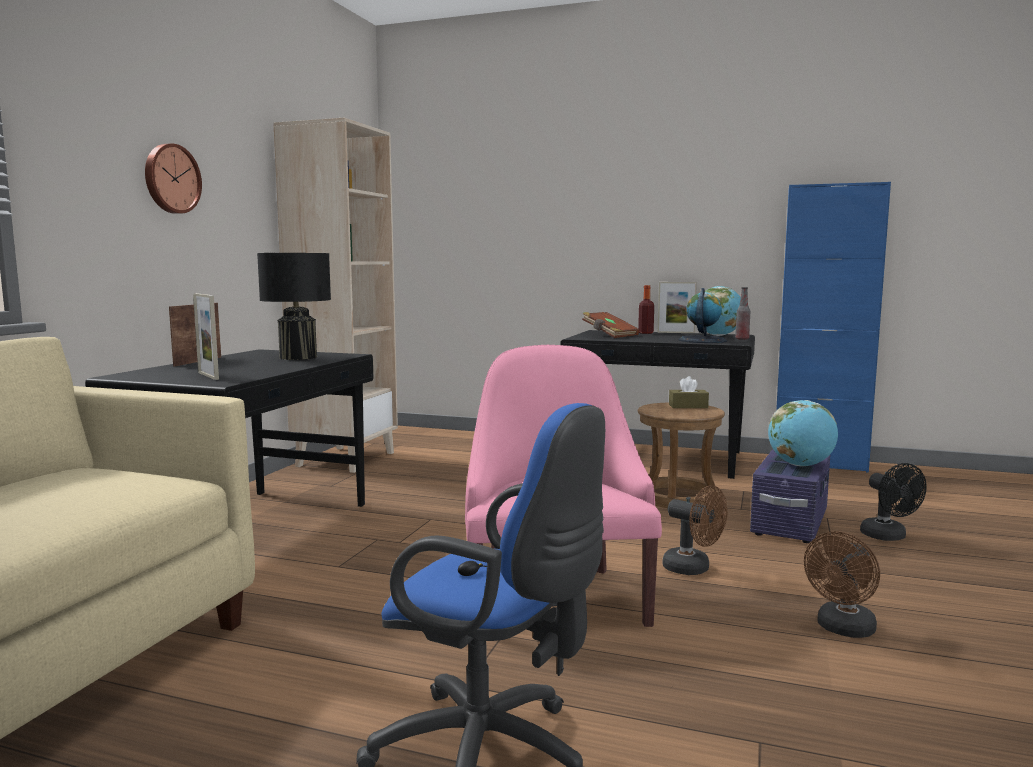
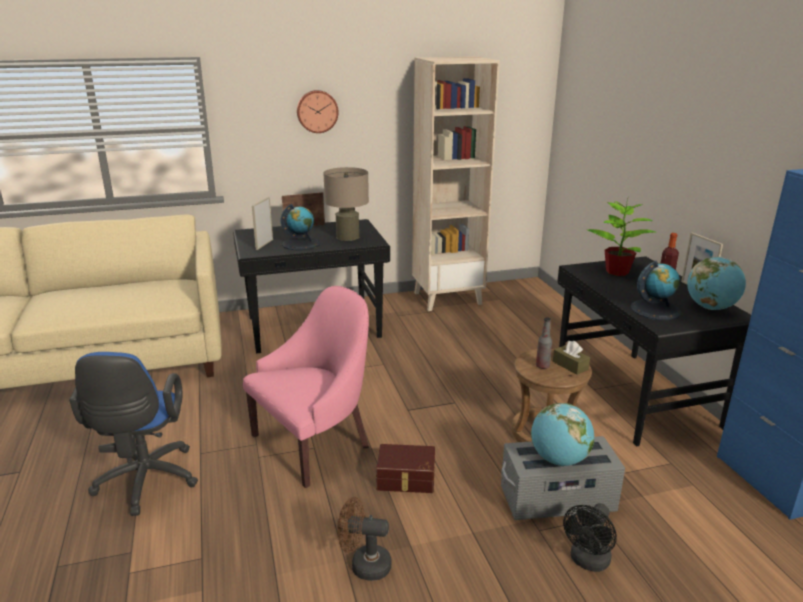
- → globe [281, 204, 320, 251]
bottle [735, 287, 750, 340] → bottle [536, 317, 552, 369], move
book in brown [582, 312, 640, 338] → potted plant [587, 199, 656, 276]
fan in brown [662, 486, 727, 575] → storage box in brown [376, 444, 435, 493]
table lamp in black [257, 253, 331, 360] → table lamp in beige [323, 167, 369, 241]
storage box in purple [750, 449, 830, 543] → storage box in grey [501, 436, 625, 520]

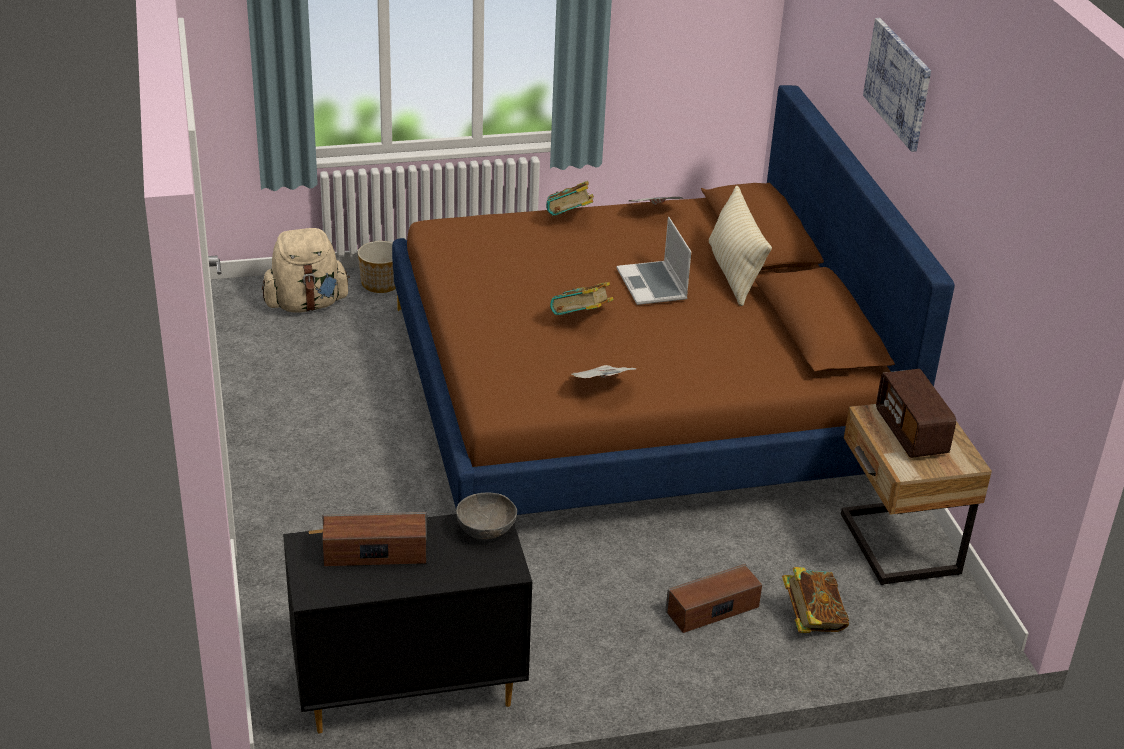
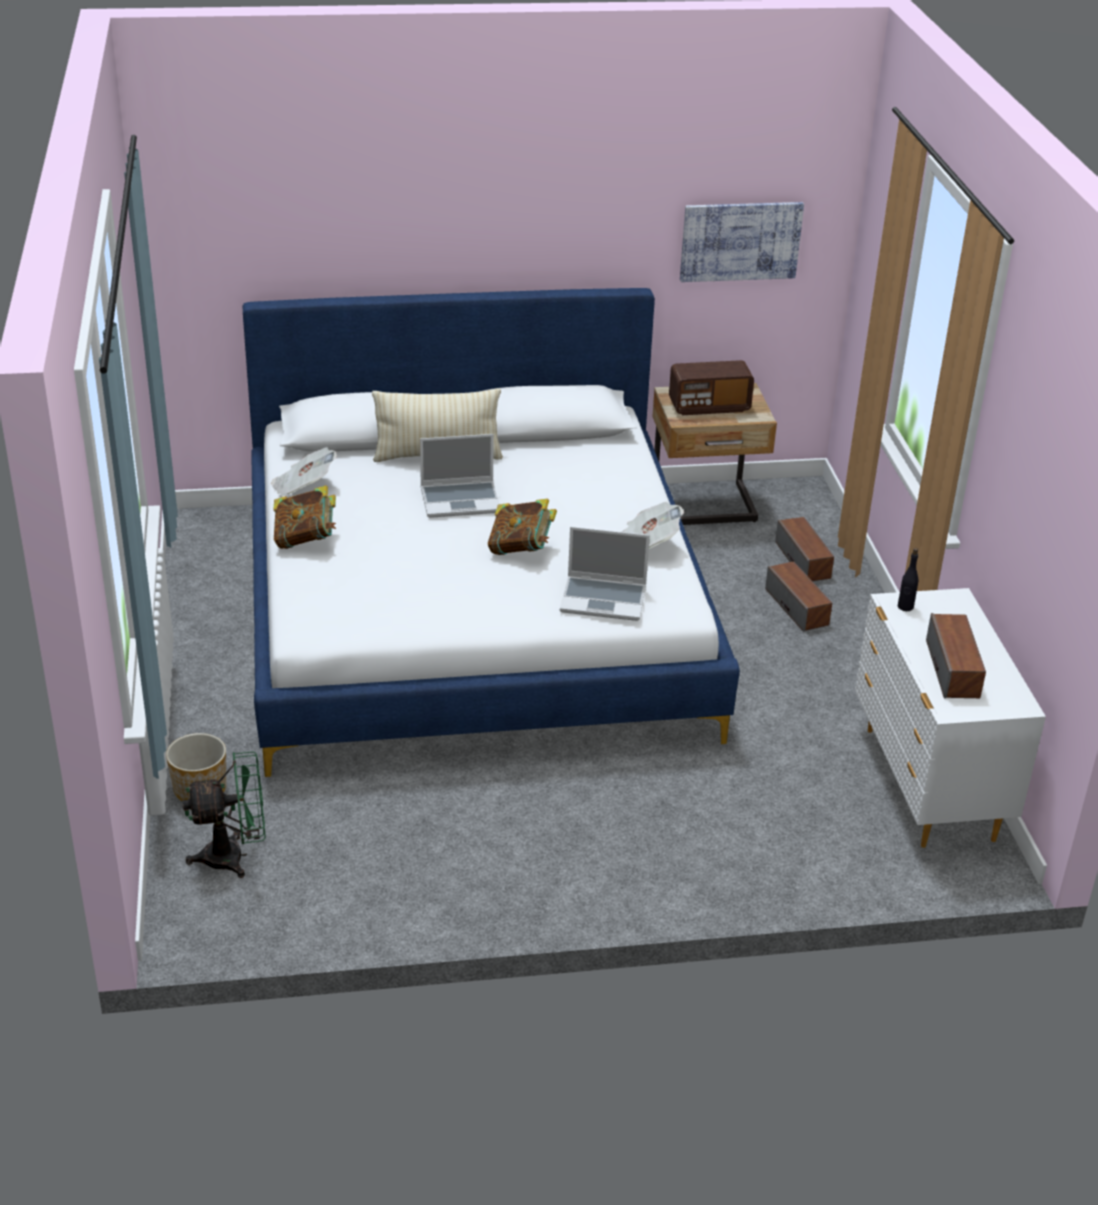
- → laptop [560, 527, 650, 621]
picture [863, 18, 931, 152] → picture [680, 202, 804, 282], move
backpack in beige [262, 228, 350, 313] → fan in green [182, 751, 266, 878]
bowl in grey [456, 493, 517, 539] → bottle in black [898, 548, 919, 611]
book [782, 567, 849, 633] → speaker [775, 517, 834, 581]
dresser in black [283, 514, 532, 733] → dresser in white [855, 588, 1046, 848]
bed in brown [392, 85, 955, 515] → bed in white [242, 288, 740, 777]

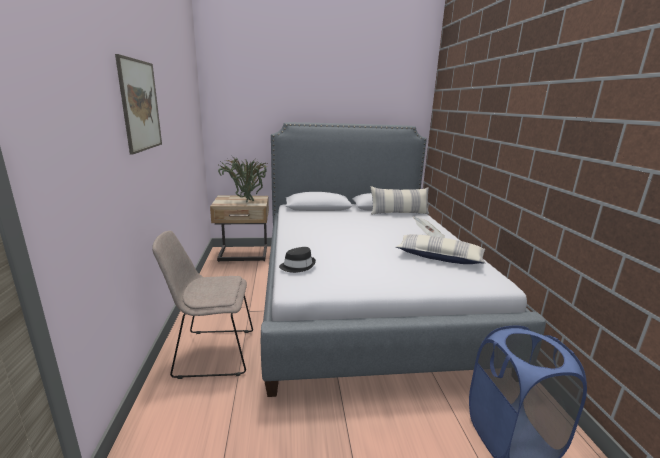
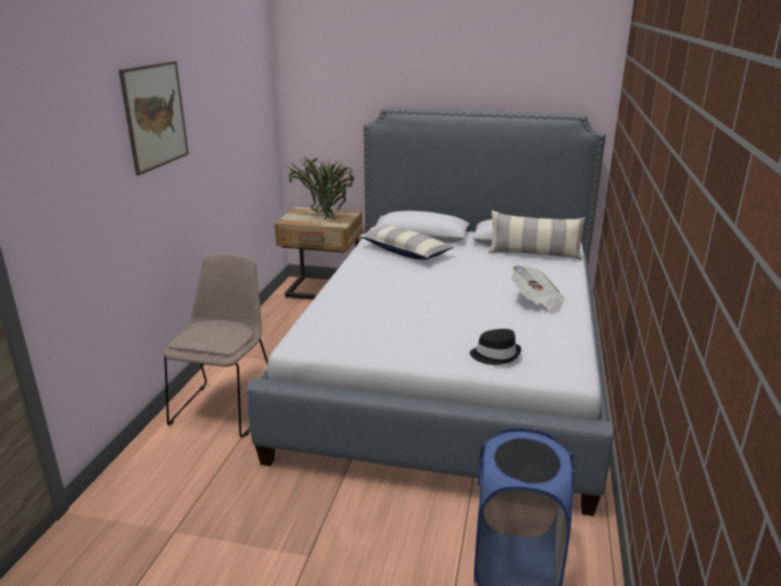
hat in black [279, 247, 316, 273] → hat in black [470, 329, 521, 365], move
pillow [396, 234, 485, 264] → pillow [359, 226, 454, 260], move
chair in beige [152, 231, 253, 379] → chair in beige [163, 254, 268, 437], 90 degrees clockwise

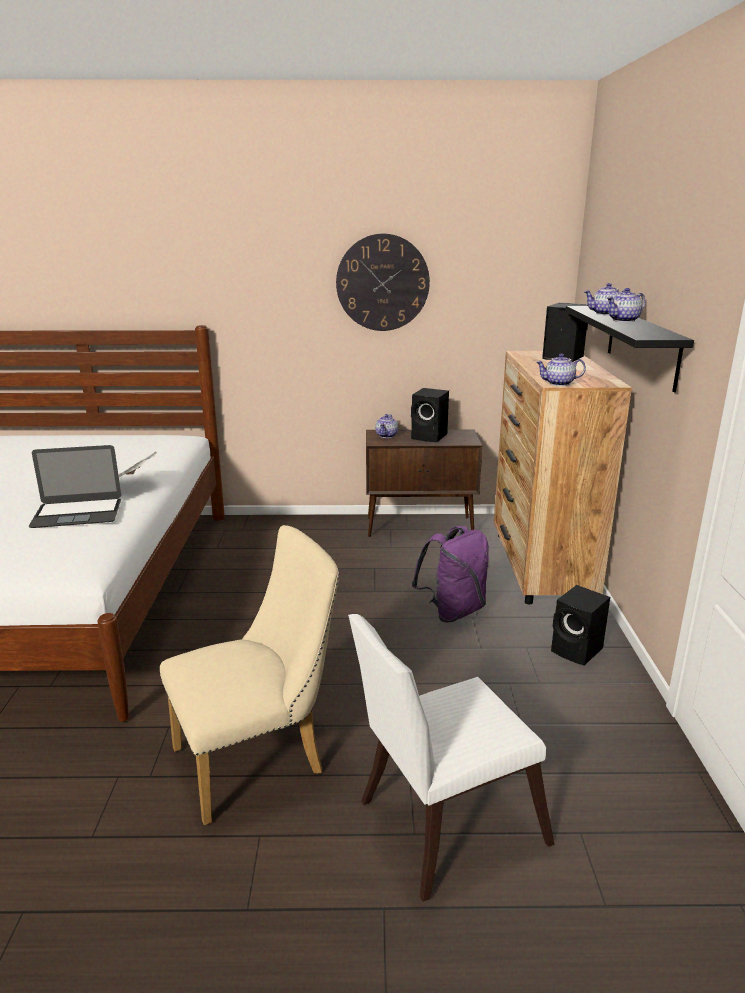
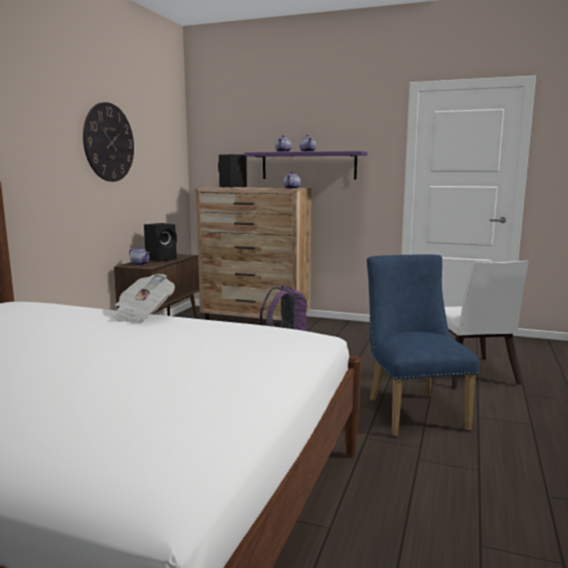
laptop [29, 445, 121, 528] → -
speaker in black [551, 585, 610, 666] → -
chair in beige [160, 525, 339, 825] → chair in blue [367, 254, 480, 437]
shelf in black [565, 306, 694, 392] → shelf in purple [244, 151, 367, 180]

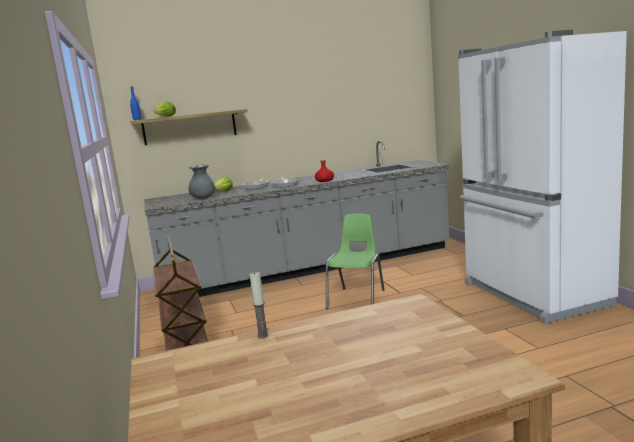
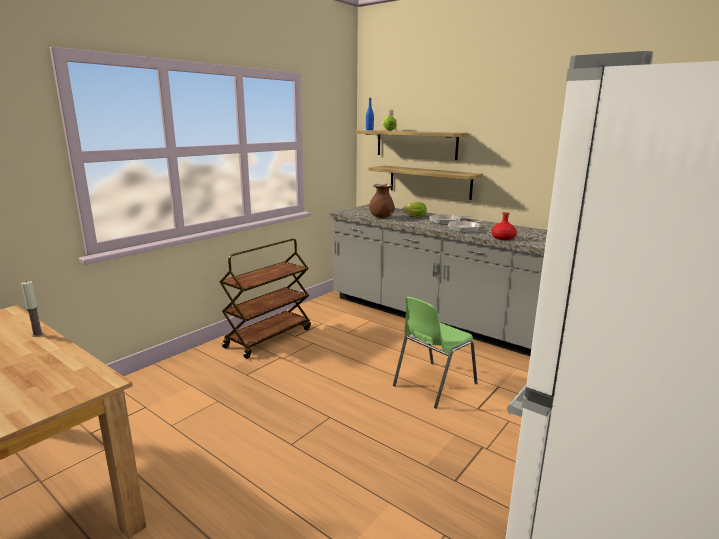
- → shelf [368, 166, 483, 200]
vase in grey [188, 165, 215, 199] → vase in brown [369, 184, 395, 218]
chair in green [326, 214, 385, 309] → chair in green [393, 297, 478, 409], 150 degrees clockwise

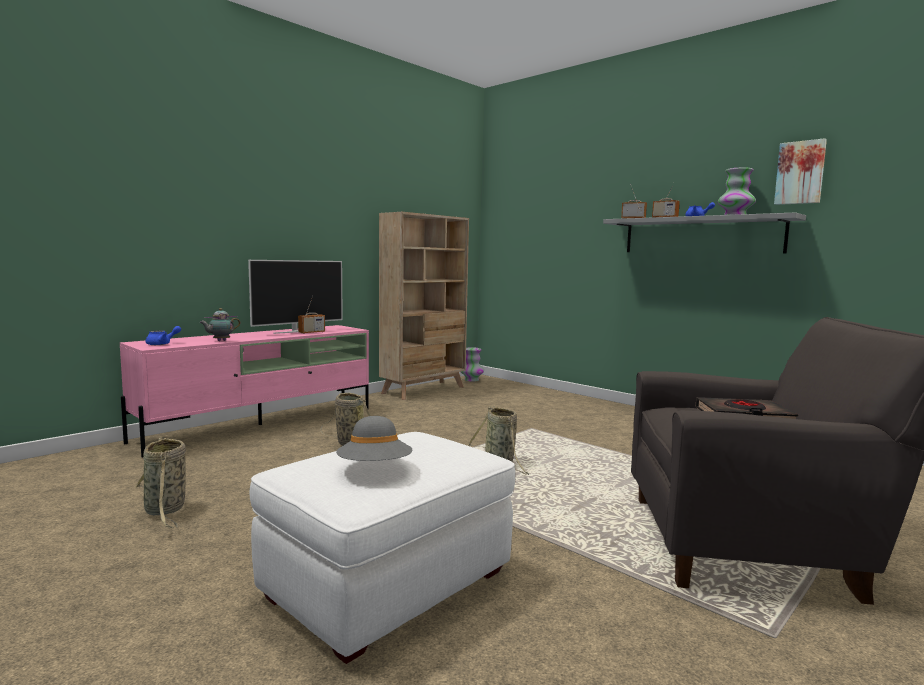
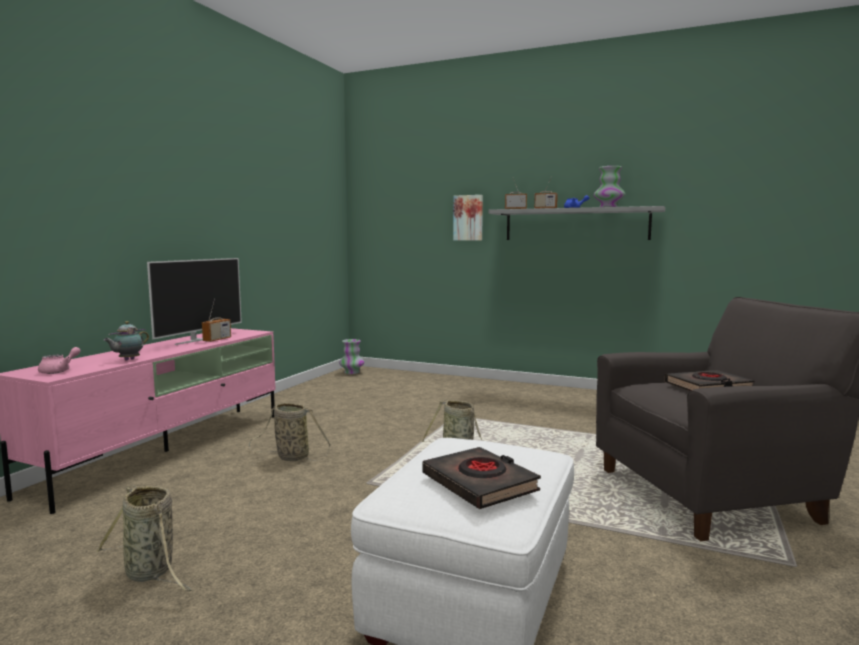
bookcase in beige [379, 212, 469, 400] → -
picture [774, 138, 827, 205] → picture [453, 195, 483, 241], move
hat in grey [336, 416, 413, 461] → book in black [422, 447, 541, 509]
teapot in blue [146, 326, 181, 345] → teapot in pink [38, 347, 80, 374]

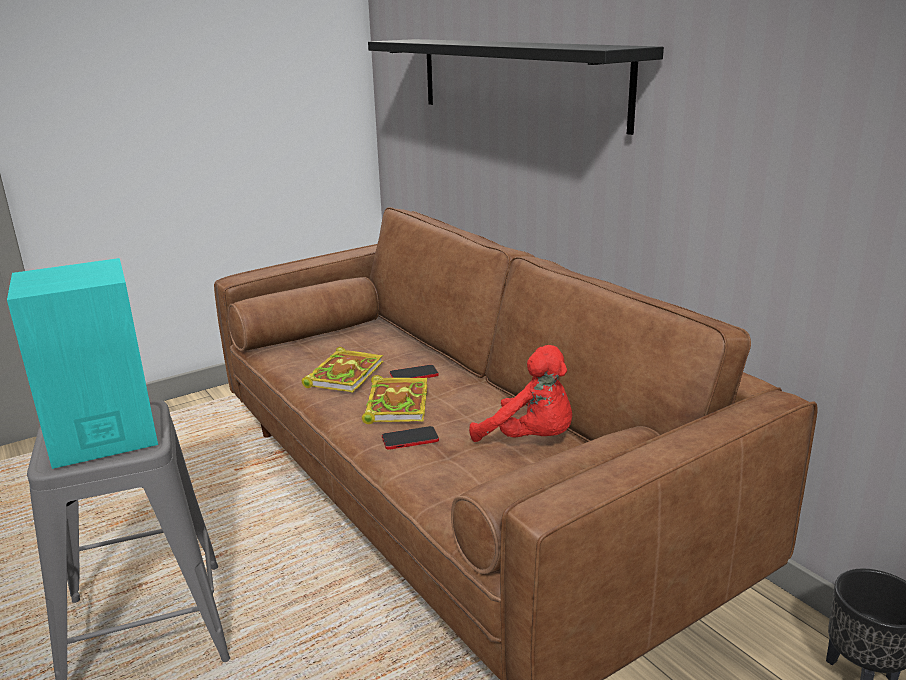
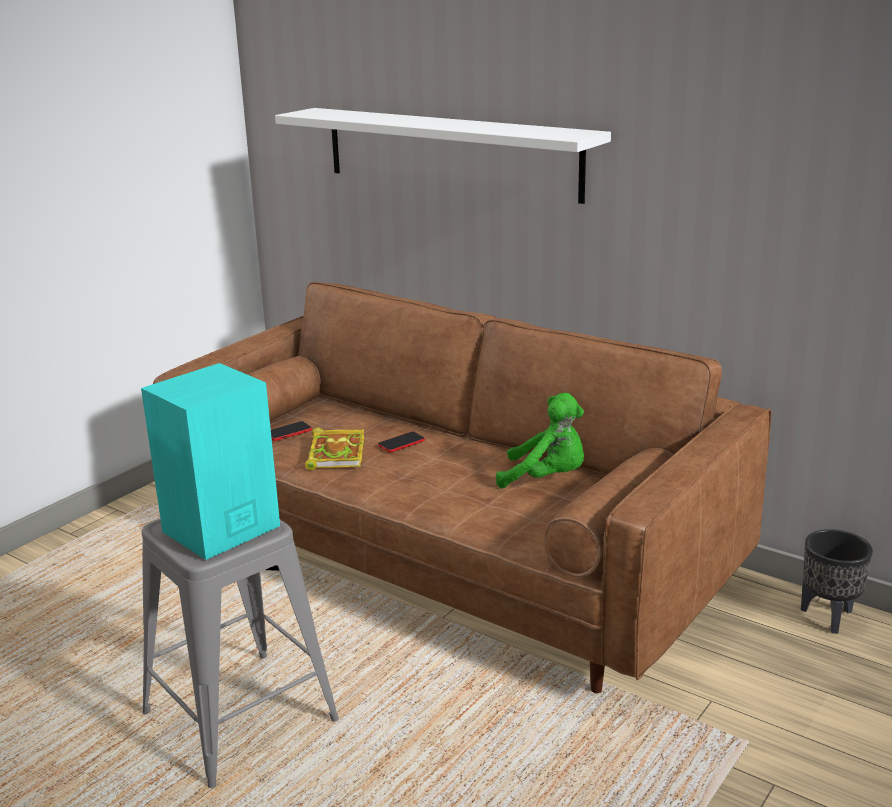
book [362, 375, 428, 424] → -
phone [382, 426, 439, 450] → phone [271, 421, 312, 441], move
shelf in black [368, 39, 664, 135] → shelf in white [275, 108, 611, 204]
plush toy in red [469, 345, 572, 442] → plush toy in green [496, 393, 584, 489]

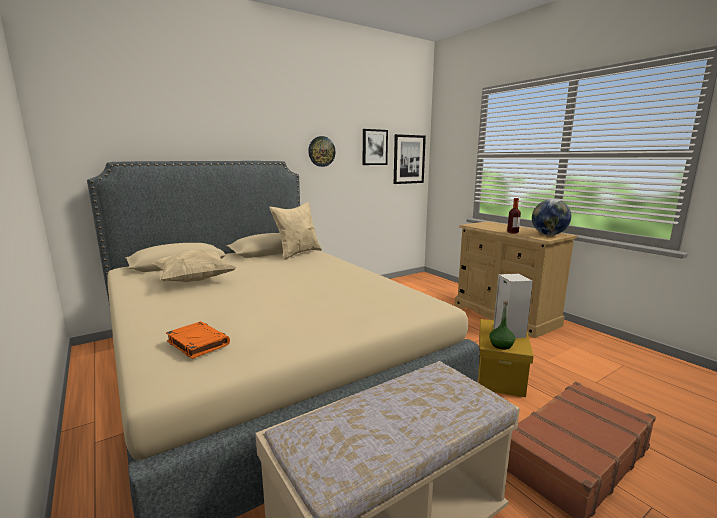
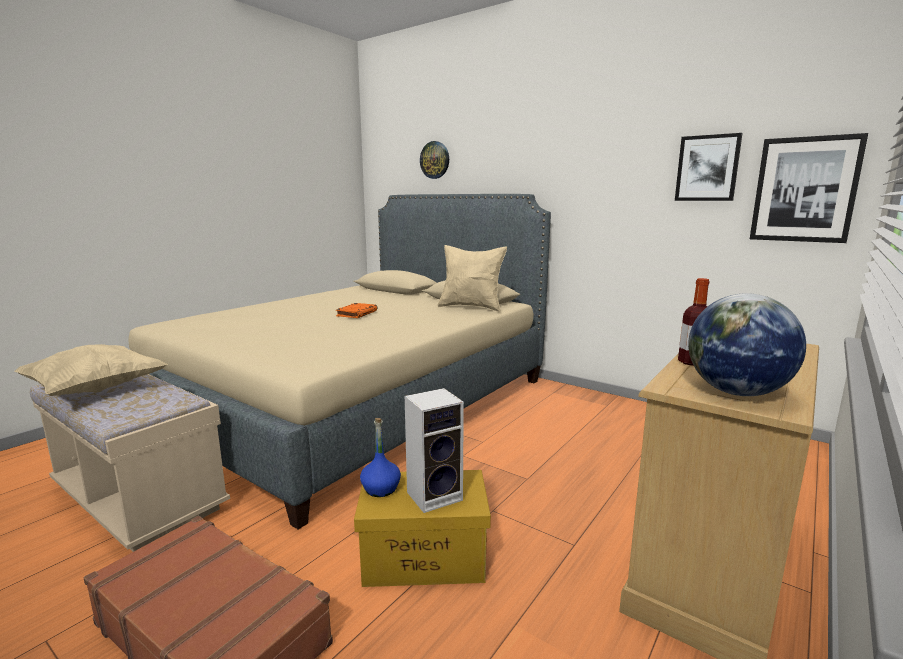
pillow in beige [153, 250, 236, 282] → pillow in beige [14, 344, 168, 396], move
book in orange [166, 321, 230, 359] → book in orange [336, 303, 377, 318], move
wall clock [308, 136, 335, 167] → wall clock [420, 141, 449, 179], move
bottle in green [489, 301, 515, 350] → bottle in blue [360, 418, 401, 497]

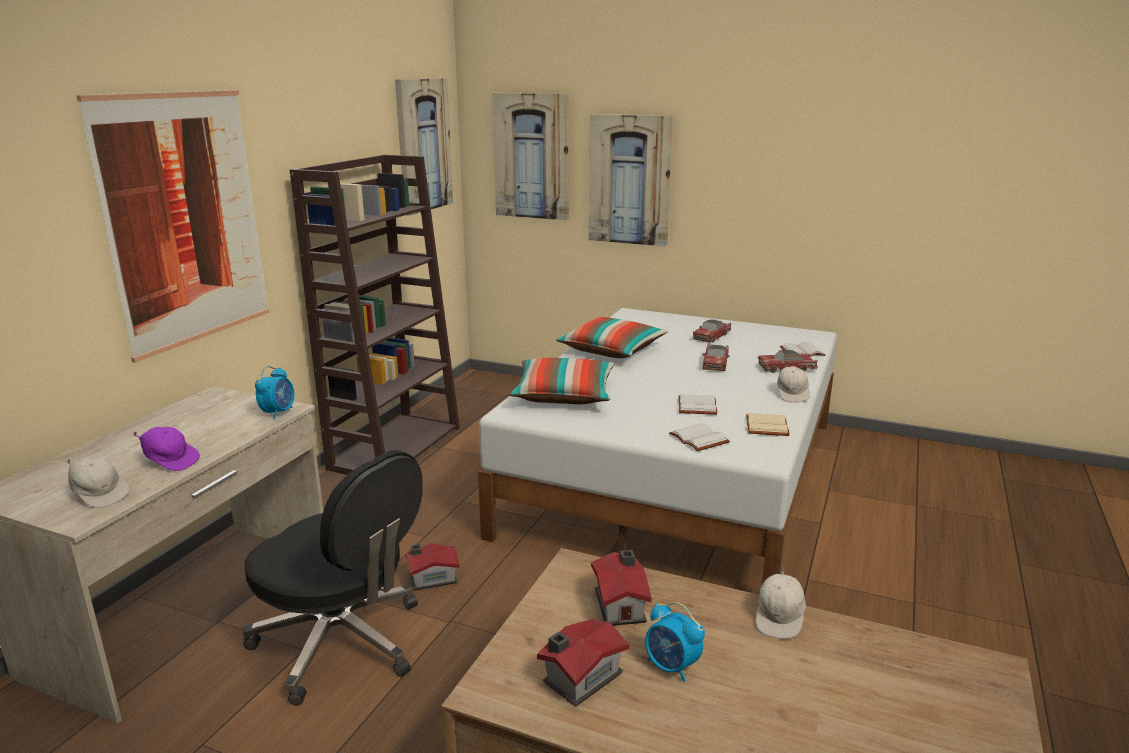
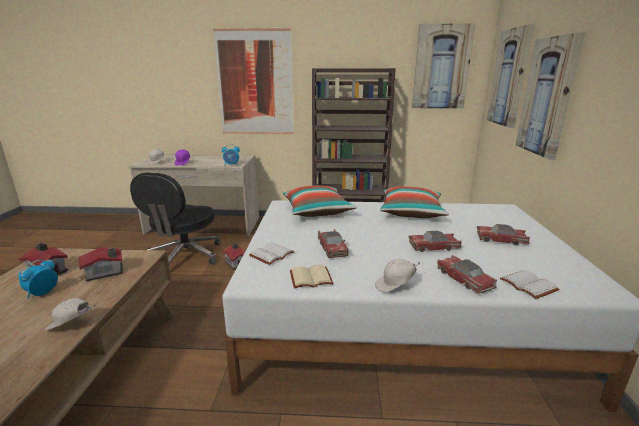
book in white [679, 394, 717, 415] → toy car [318, 229, 349, 258]

